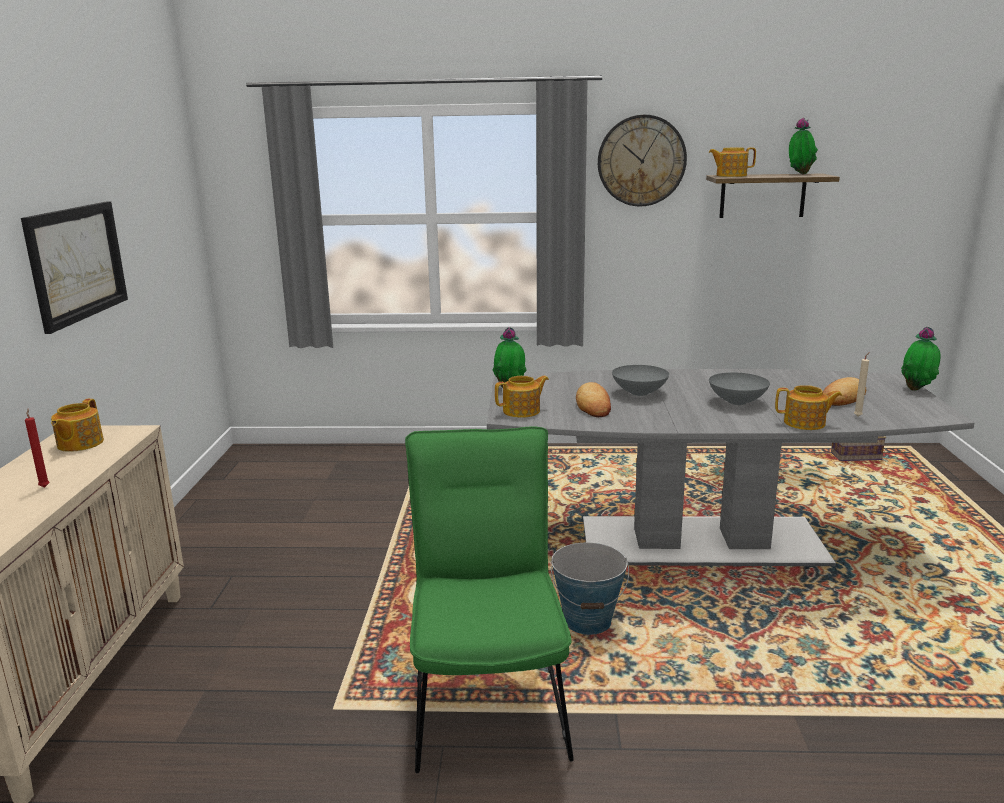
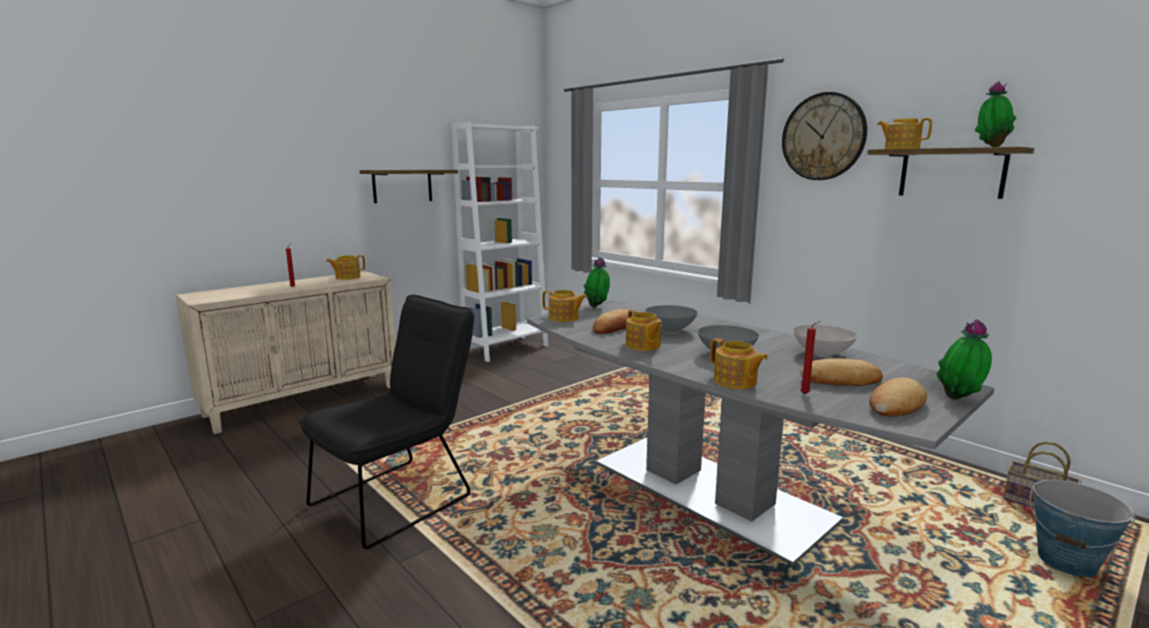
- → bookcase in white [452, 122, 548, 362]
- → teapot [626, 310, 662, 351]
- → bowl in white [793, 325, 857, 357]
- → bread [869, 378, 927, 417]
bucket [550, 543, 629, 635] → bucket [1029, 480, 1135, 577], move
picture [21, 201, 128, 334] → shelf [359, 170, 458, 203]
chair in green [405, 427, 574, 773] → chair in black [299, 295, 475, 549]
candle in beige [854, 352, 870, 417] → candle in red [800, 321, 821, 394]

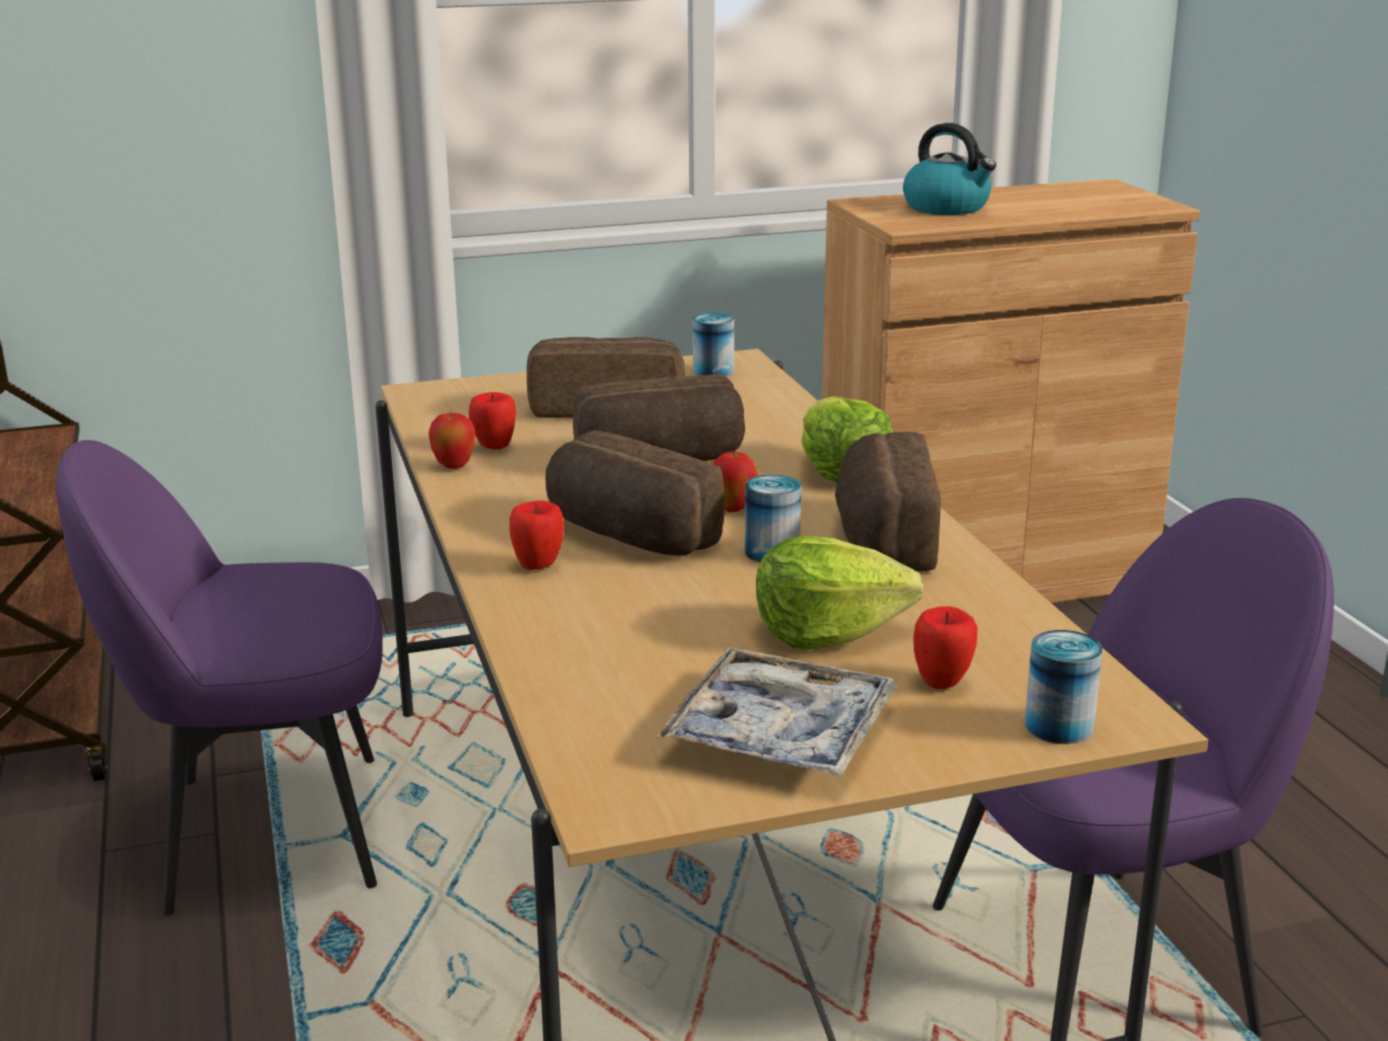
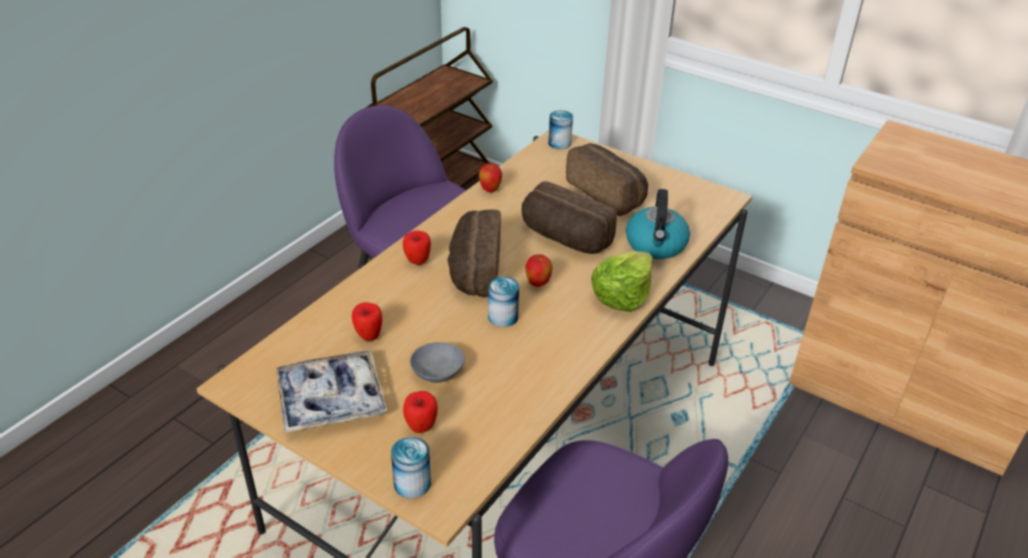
bread [835, 432, 941, 571] → -
apple [469, 392, 516, 449] → apple [352, 302, 382, 341], move
can [693, 313, 734, 377] → can [548, 110, 573, 149], move
kettle [903, 123, 996, 215] → kettle [626, 189, 690, 259], move
lettuce [756, 536, 923, 650] → bowl in grey [410, 342, 465, 383]

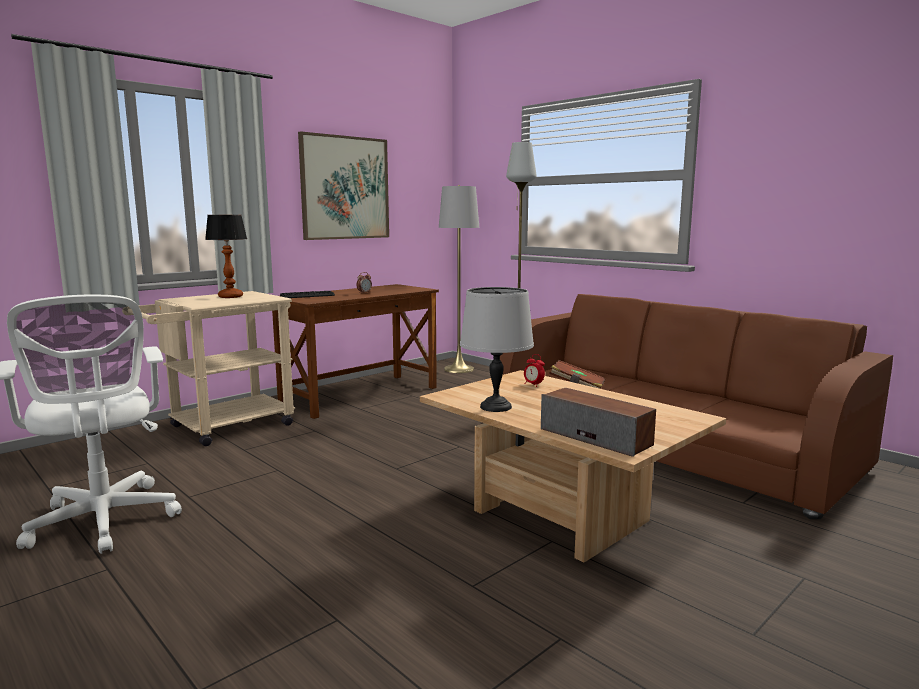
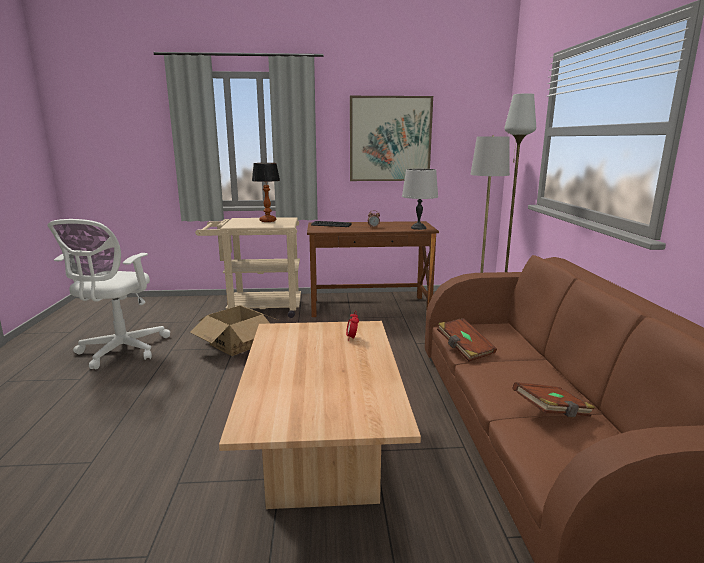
speaker [541, 388, 656, 457] → -
- → cardboard box [190, 305, 278, 356]
- → book in brown [512, 382, 595, 417]
table lamp in grey [460, 287, 534, 412] → table lamp in grey [402, 169, 438, 230], move

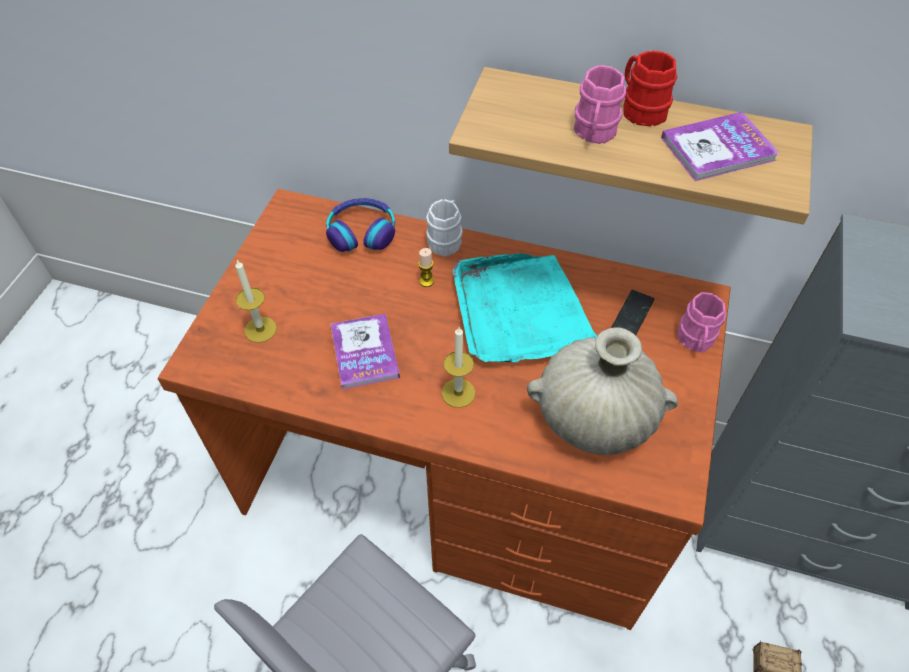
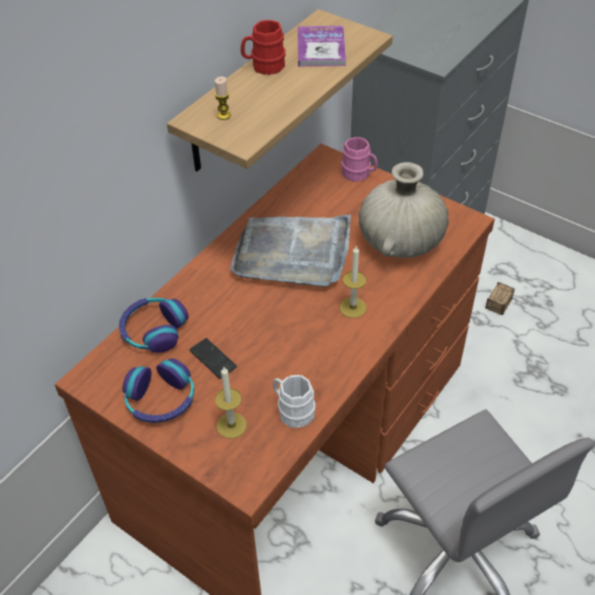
book [331, 314, 400, 389] → -
mug in pink [574, 65, 626, 144] → -
- → headphones [122, 358, 194, 423]
candle [418, 248, 434, 287] → candle [215, 76, 231, 120], move
mug in white [426, 199, 463, 256] → mug in white [273, 375, 316, 428], move
phone [612, 290, 654, 335] → phone [189, 338, 237, 379], move
tray in turquoise [453, 253, 597, 363] → tray in grey [230, 214, 351, 287]

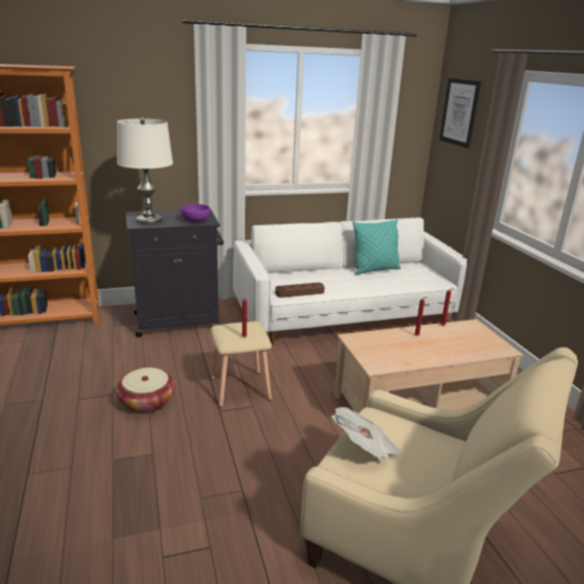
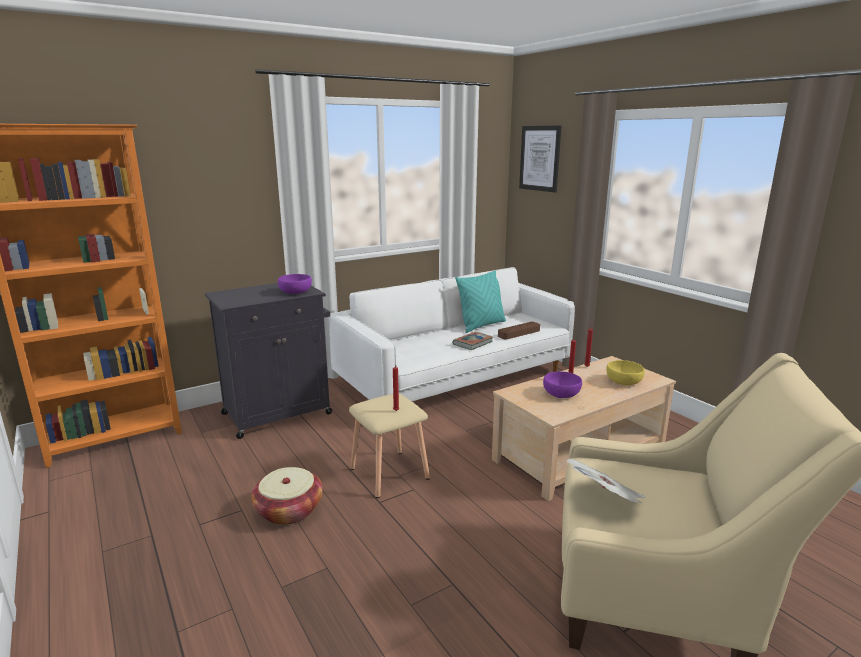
table lamp in white [117, 117, 173, 225] → -
- → book [453, 332, 493, 350]
- → bowl in purple [543, 371, 582, 398]
- → bowl in yellow [606, 360, 645, 385]
tray in brown [275, 283, 325, 298] → tray in brown [498, 322, 540, 339], move

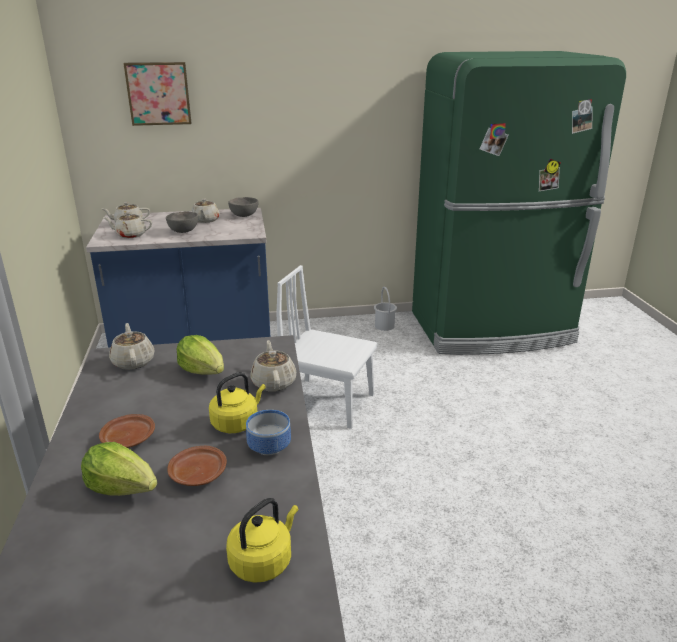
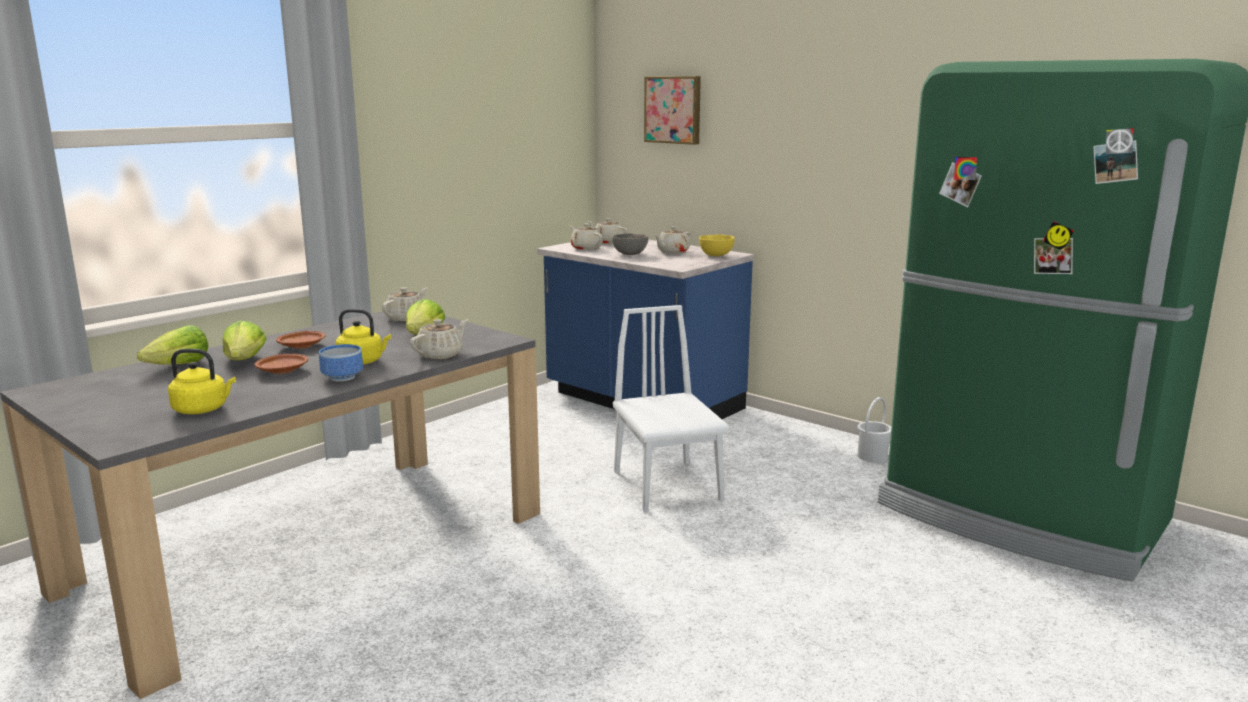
- → lettuce [137, 325, 208, 365]
bowl in grey [228, 197, 259, 217] → bowl in yellow [699, 234, 735, 256]

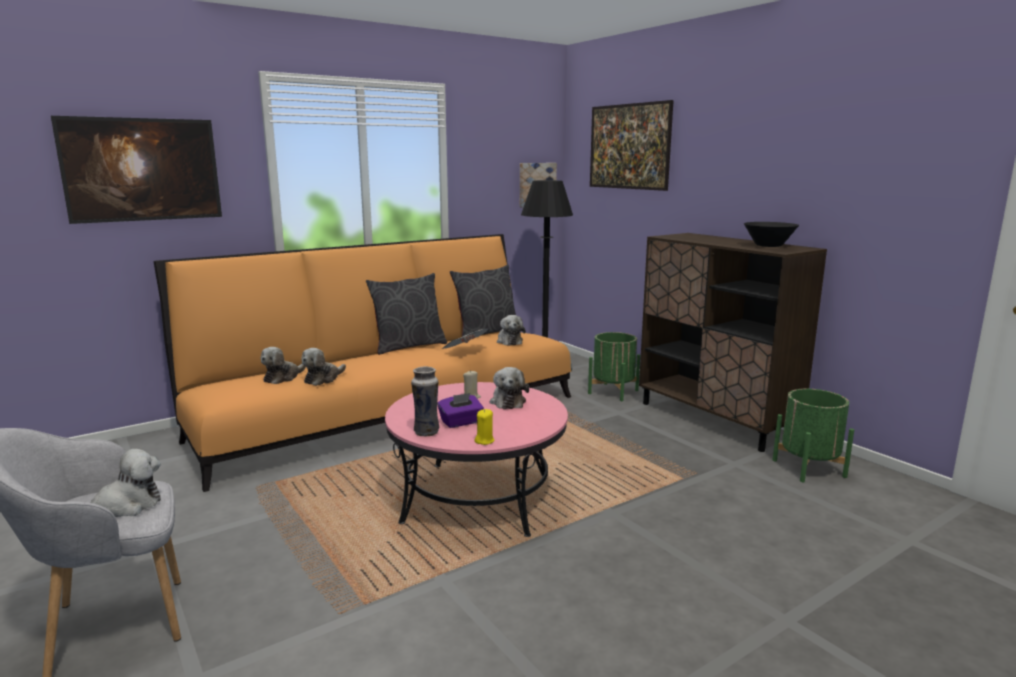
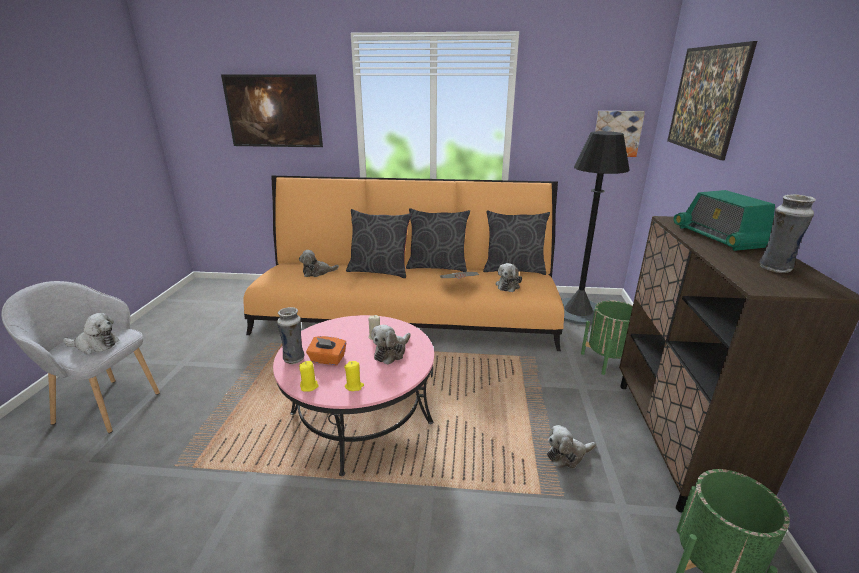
- → candle in yellow [344, 361, 364, 391]
- → pillow in grey [346, 209, 412, 278]
- → radio [673, 190, 775, 251]
plush toy [301, 348, 346, 386] → plush toy [547, 425, 596, 468], move
bowl in black [744, 222, 799, 247] → vase [760, 194, 816, 273]
tissue box in purple [437, 393, 484, 428] → tissue box in orange [306, 336, 346, 365]

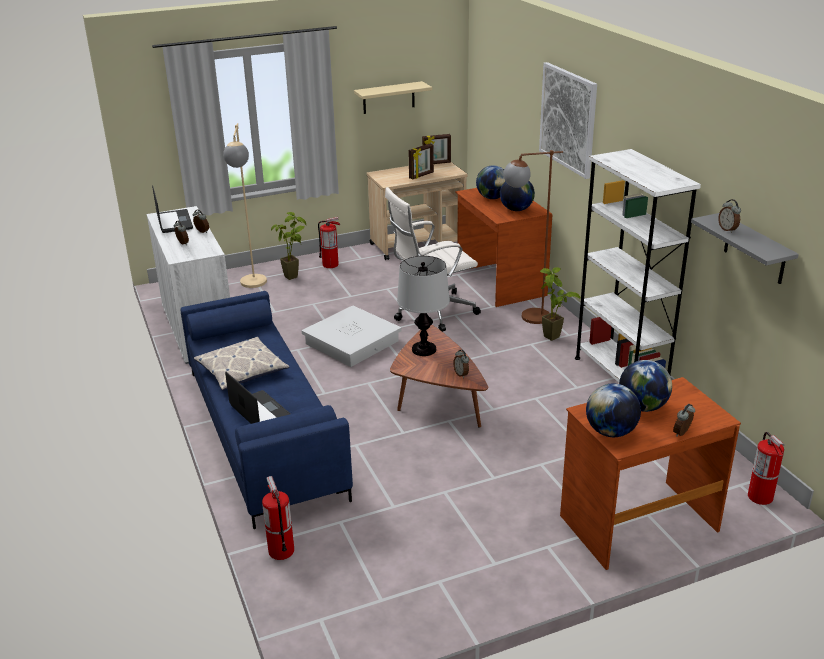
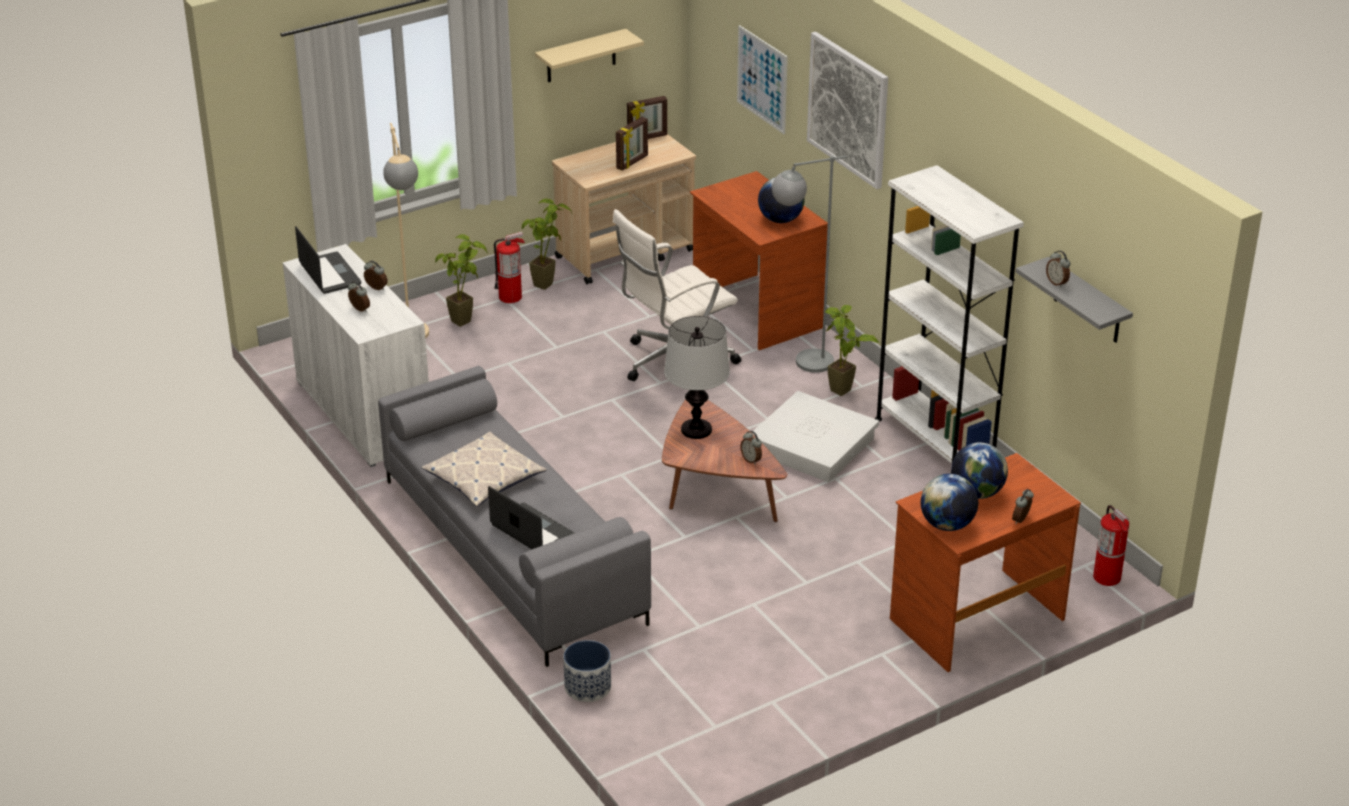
globe [476, 165, 505, 199] → -
- → potted plant [522, 199, 572, 290]
- → picture [737, 25, 788, 134]
storage box in white [302, 306, 401, 367] → storage box in white [751, 391, 879, 482], move
fire extinguisher [262, 476, 294, 560] → planter [563, 640, 611, 702]
sofa in blue [180, 291, 353, 529] → sofa in grey [378, 366, 651, 667]
floor lamp in brown [504, 150, 563, 324] → floor lamp in grey [772, 156, 846, 373]

